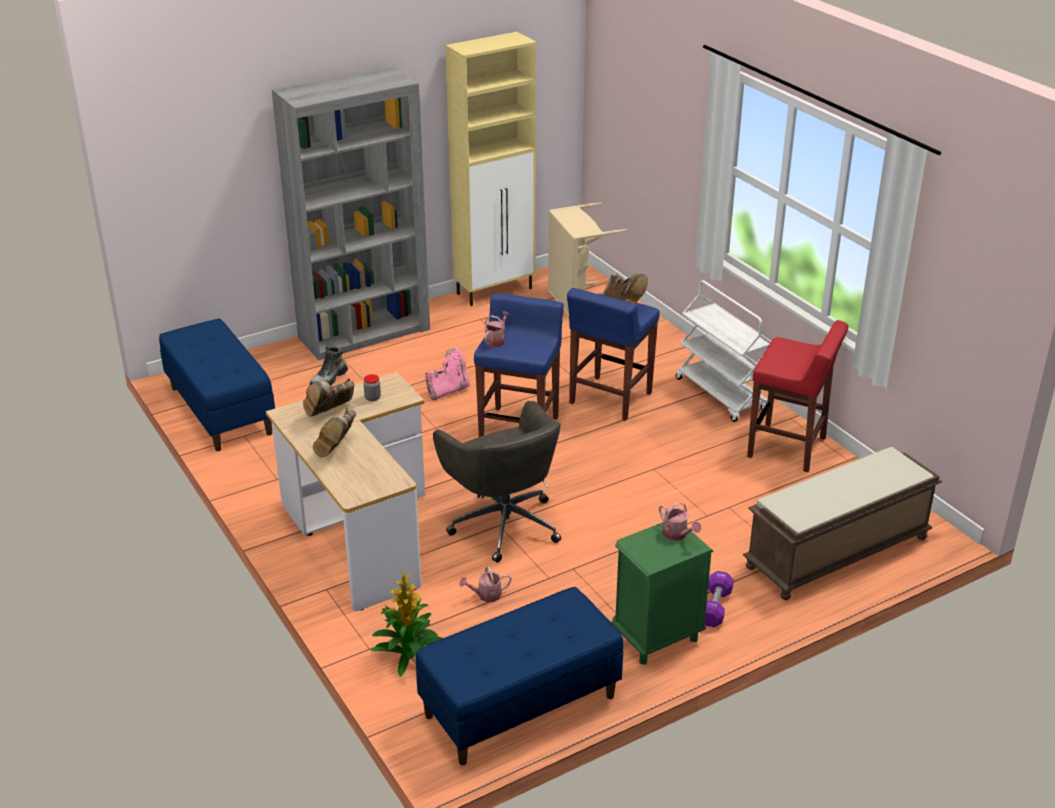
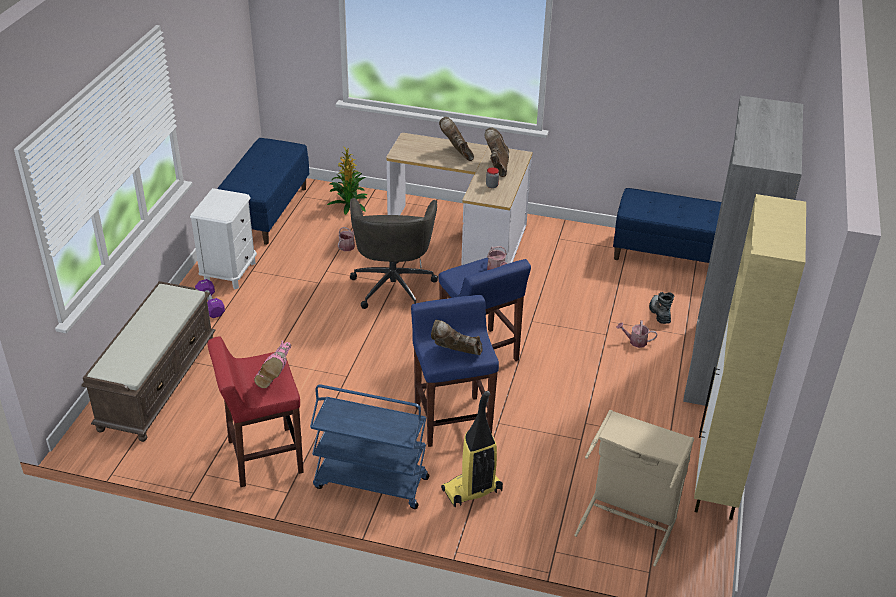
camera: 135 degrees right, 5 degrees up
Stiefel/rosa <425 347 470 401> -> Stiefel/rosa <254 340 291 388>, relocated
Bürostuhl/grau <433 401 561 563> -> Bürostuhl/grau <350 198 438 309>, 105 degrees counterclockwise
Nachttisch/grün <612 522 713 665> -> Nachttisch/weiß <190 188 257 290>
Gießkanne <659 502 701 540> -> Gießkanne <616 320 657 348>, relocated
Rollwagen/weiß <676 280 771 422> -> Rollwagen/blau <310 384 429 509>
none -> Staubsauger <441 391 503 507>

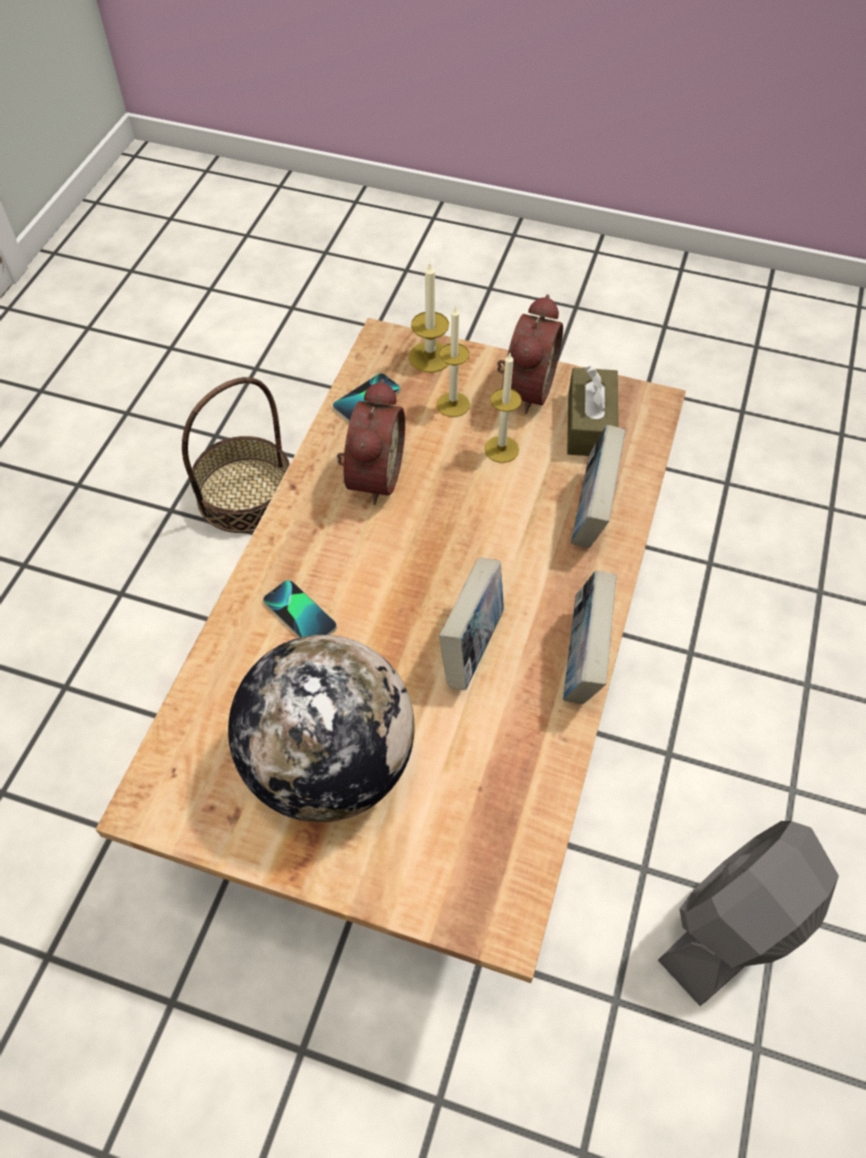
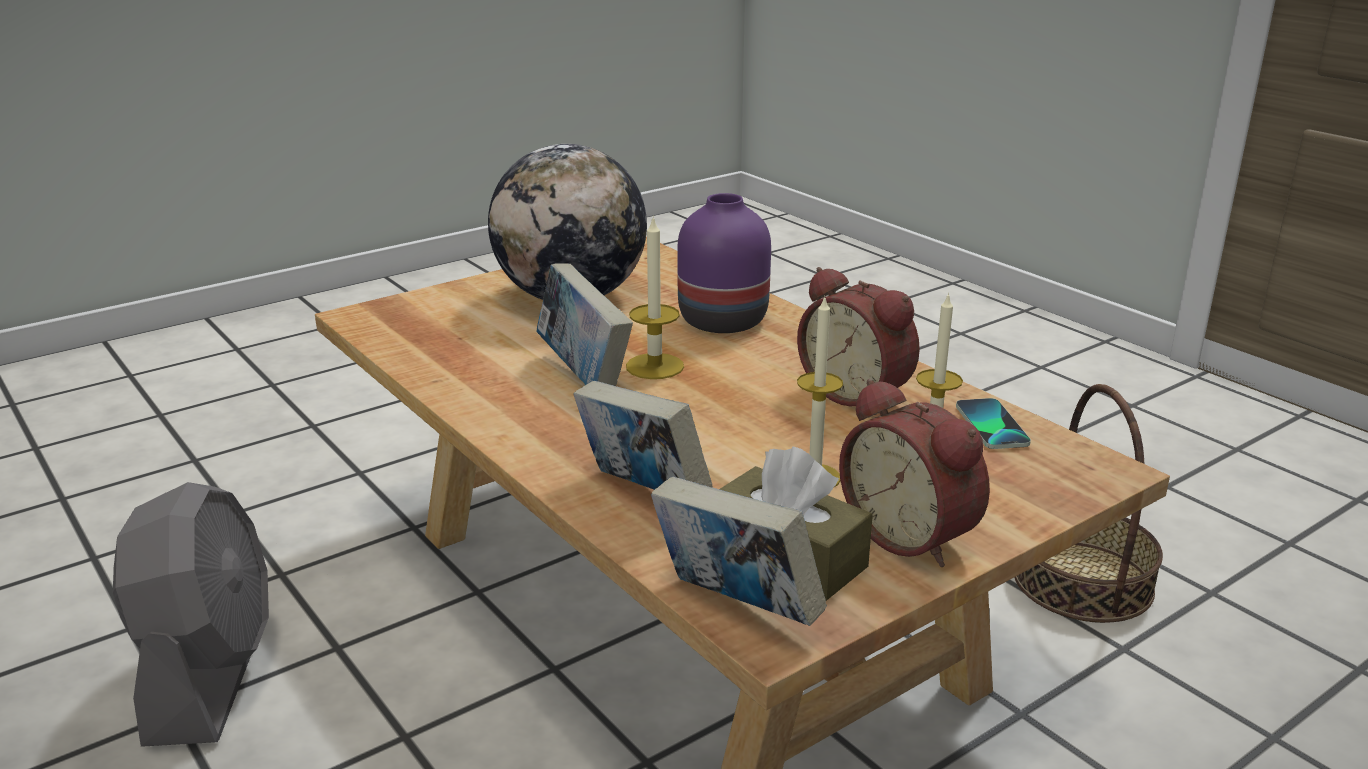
camera: 125 degrees right, 30 degrees down
Handy <263 580 337 638> -> Vase/lila <677 193 771 333>
Kerze <409 263 449 373> -> Kerze <626 215 684 379>, relocated
Buch <563 571 617 704> -> Buch <651 477 827 626>, relocated

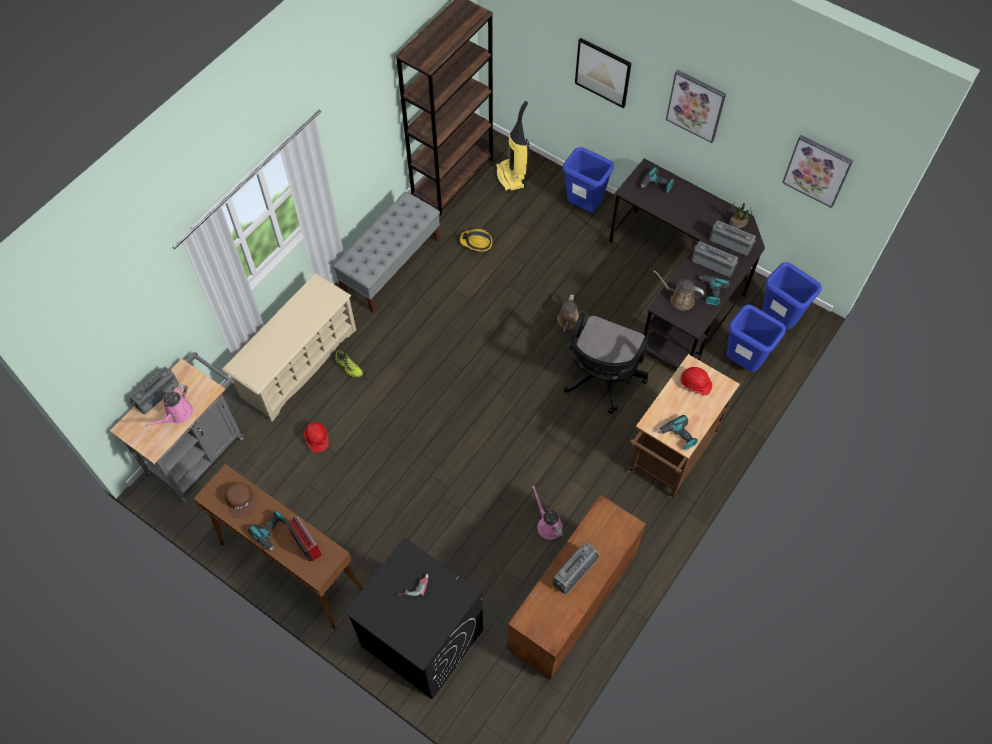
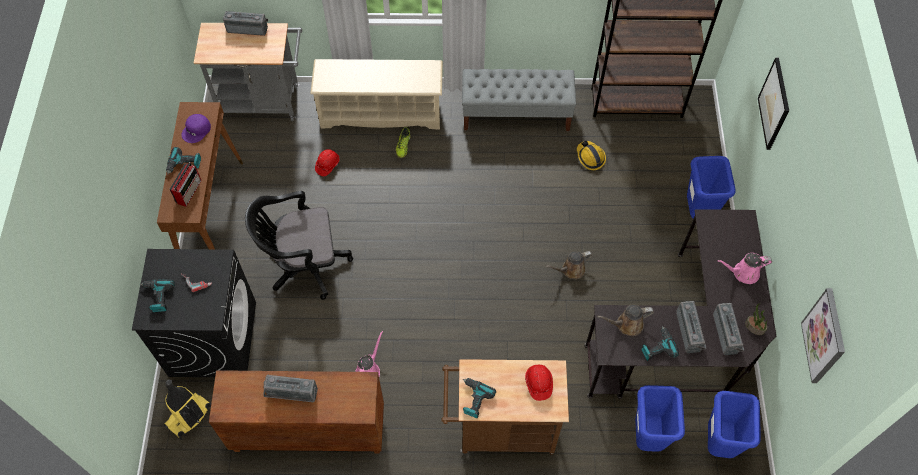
camera: 55 degrees right, 0 degrees up
Gießkanne/rosa <146 384 193 427> -> Gießkanne/rosa <718 253 772 284>, relocated
Kappe/braun <225 482 256 518> -> Kappe/lila <181 114 211 143>
Staubsauger <496 101 530 193> -> Staubsauger <164 380 211 440>, relocated
Bürostuhl/schwarz <564 313 649 414> -> Bürostuhl/schwarz <245 191 353 300>, relocated
Bohrmaschine <641 167 674 192> -> Bohrmaschine <140 279 175 312>, relocated
Gießkanne/braun <653 270 704 310> -> Gießkanne/braun <597 305 654 336>, 90 degrees counterclockwise
Bild <666 70 726 143> -> none

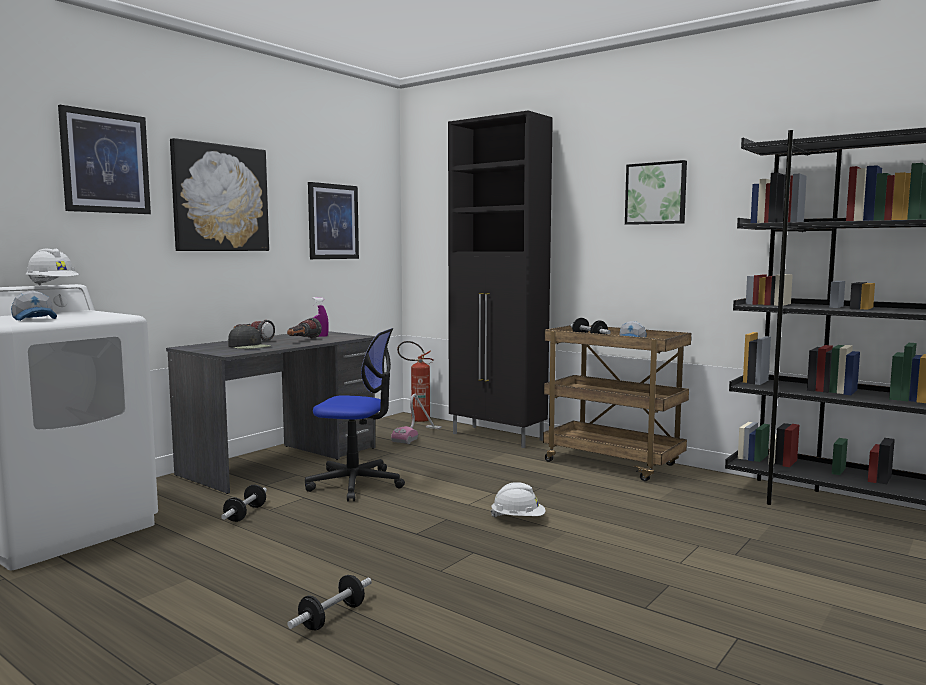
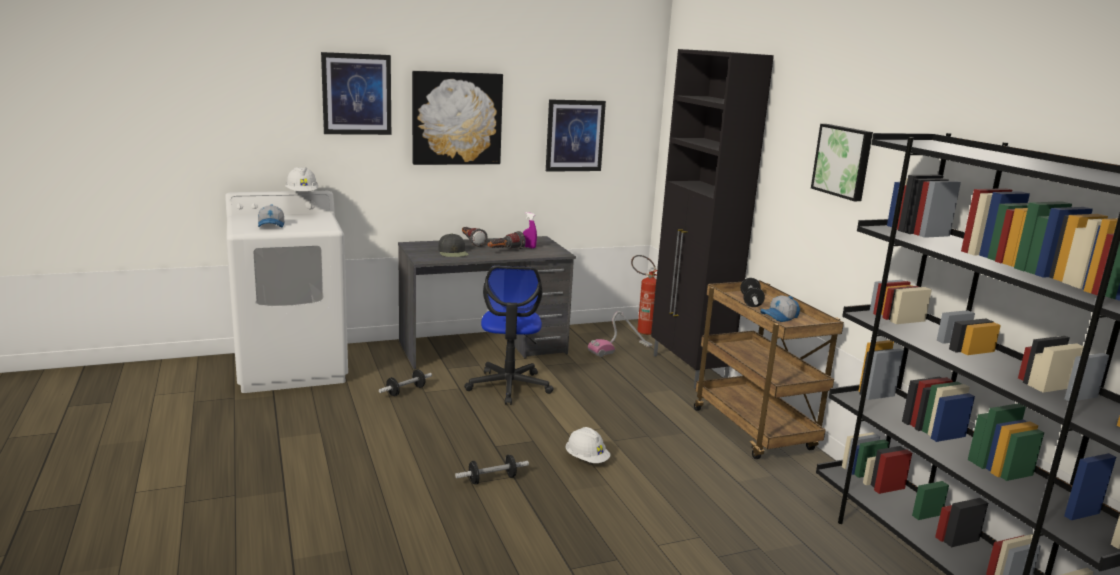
camera: 30 degrees right, 10 degrees up
Hantel <288 575 372 630> -> Hantel <455 455 529 485>, relocated
Bürostuhl <305 328 405 502> -> Bürostuhl <464 266 553 405>, 45 degrees clockwise

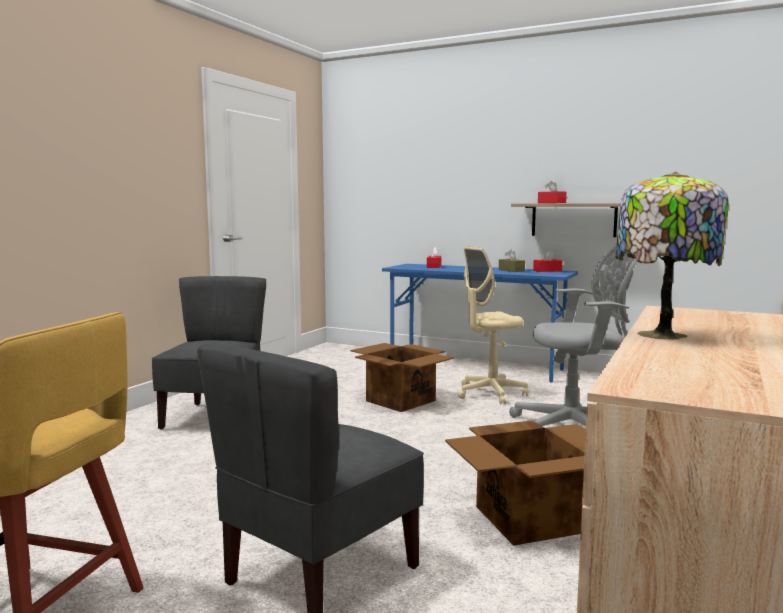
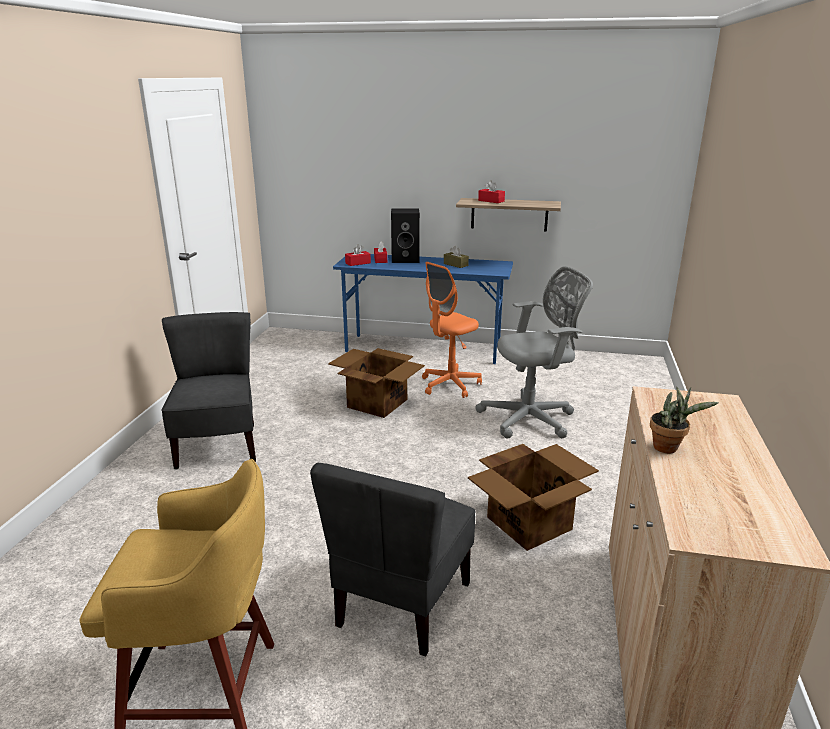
camera: 15 degrees left, 15 degrees up
Bürostuhl/beige <458 246 529 405> -> Bürostuhl/orange <422 262 482 398>
Taschentuchbox/rot <533 250 562 272> -> Taschentuchbox/rot <345 244 371 266>, relocated
Tischlampe <615 172 729 339> -> Topfpflanze <650 387 719 453>
none -> Lautsprecher/schwarz <391 208 420 263>

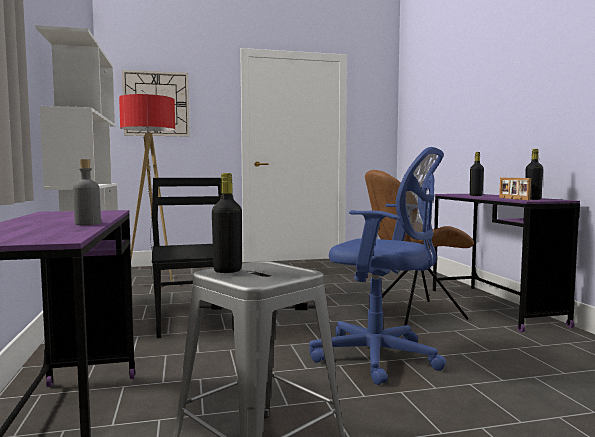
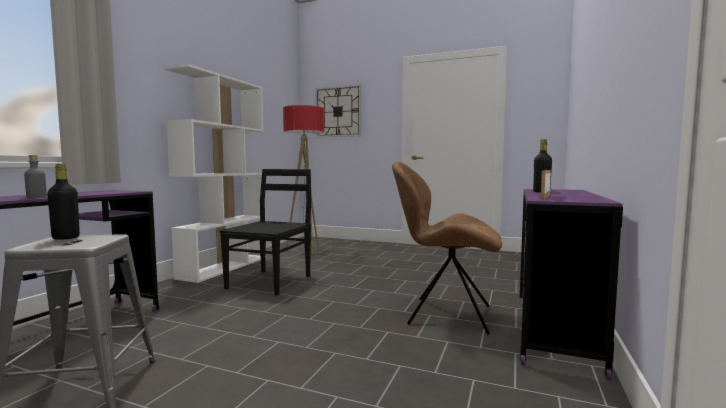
camera: 35 degrees right, 0 degrees up
Bürostuhl/blau <309 147 446 385> -> none
Flasche/schwarz <525 149 543 200> -> none

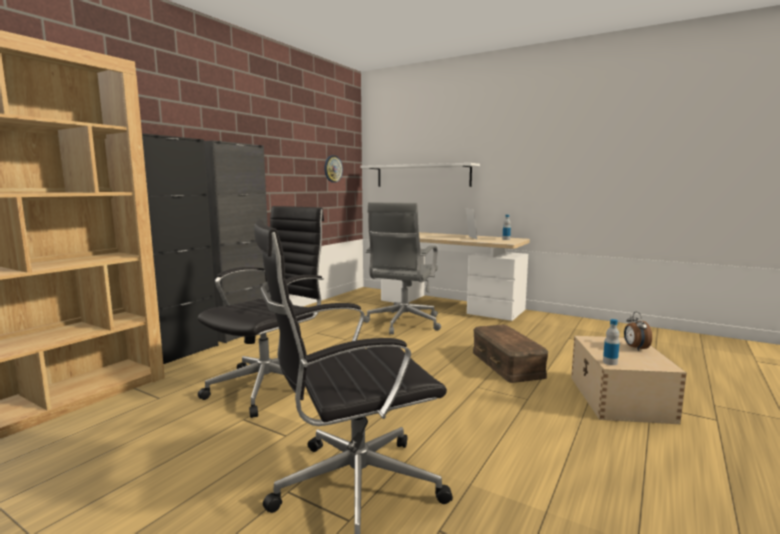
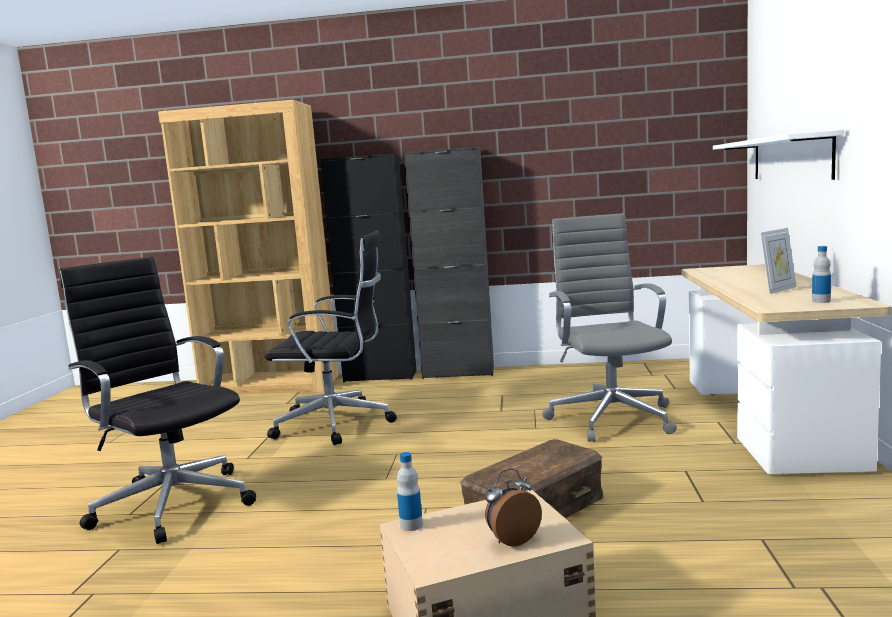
camera: 65 degrees right, 0 degrees up
Wanduhr <325 155 343 183> -> none
Bürostuhl/grau <364 202 441 335> -> Bürostuhl/grau <542 213 677 442>, 90 degrees clockwise

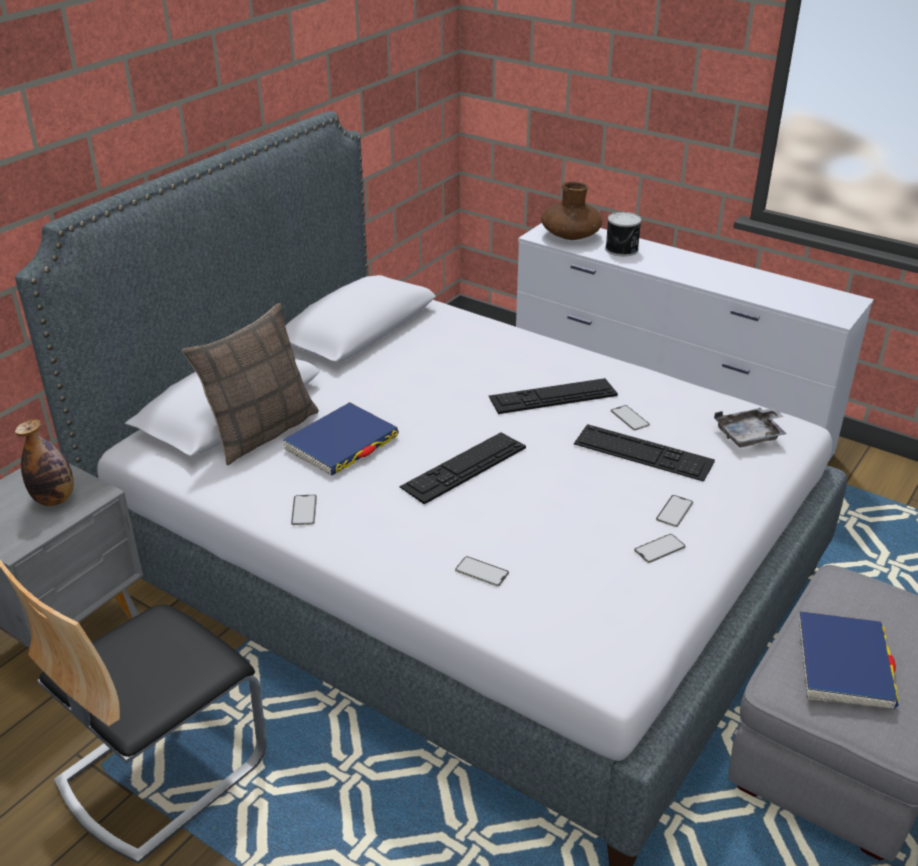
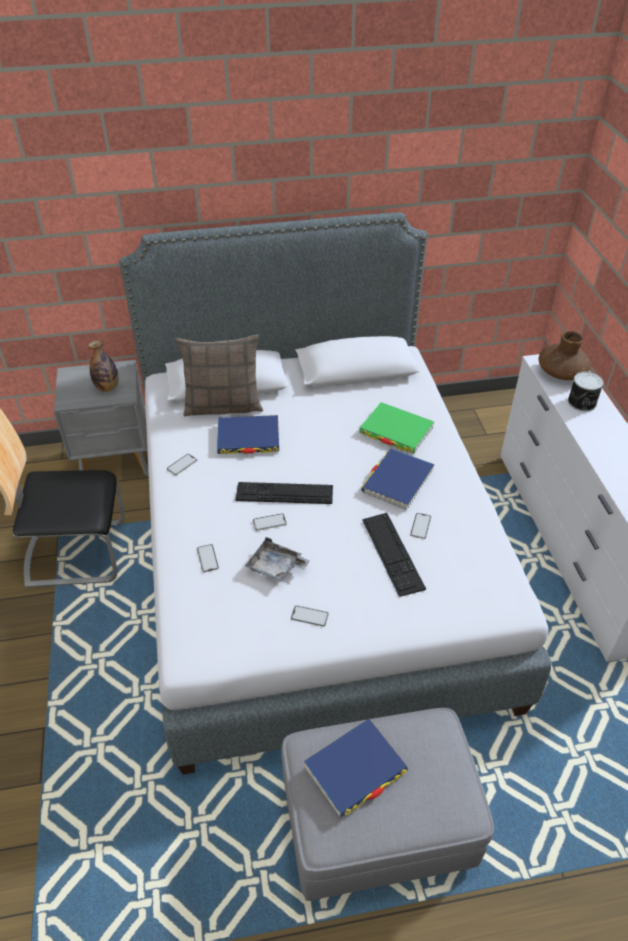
camera: 45 degrees right, 10 degrees up
Tastatur <489 378 618 414> -> Buch/blau <361 449 435 510>
Handy <656 495 693 527> -> Handy <253 513 287 531>, relocated
Tablett/grau <714 408 787 448> -> Tablett/grau <245 537 310 582>, relocated
none -> Buch/grün <359 402 434 453>

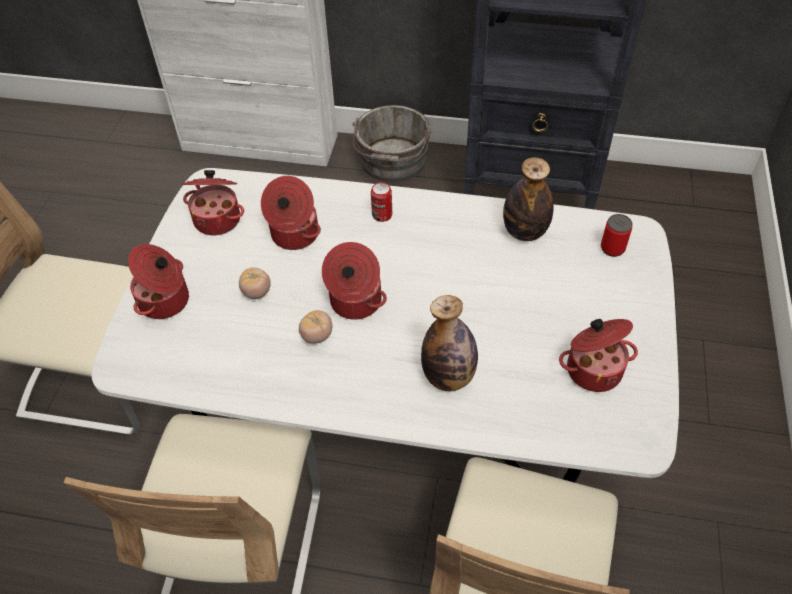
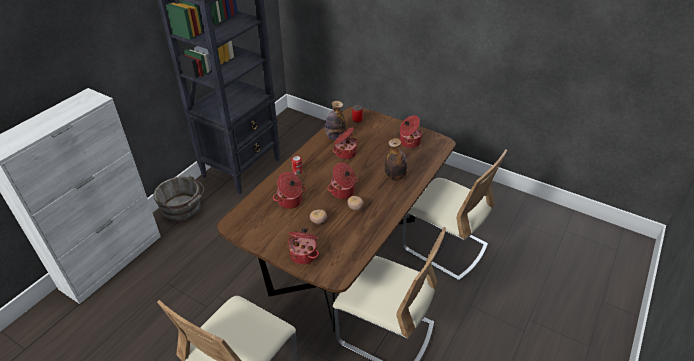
camera: 70 degrees left, 10 degrees down
Esstisch/weiß <92 168 679 483> -> Esstisch/braun <217 106 456 332>
Kochtopf <182 170 244 235> -> Kochtopf <333 127 358 160>, relocated

